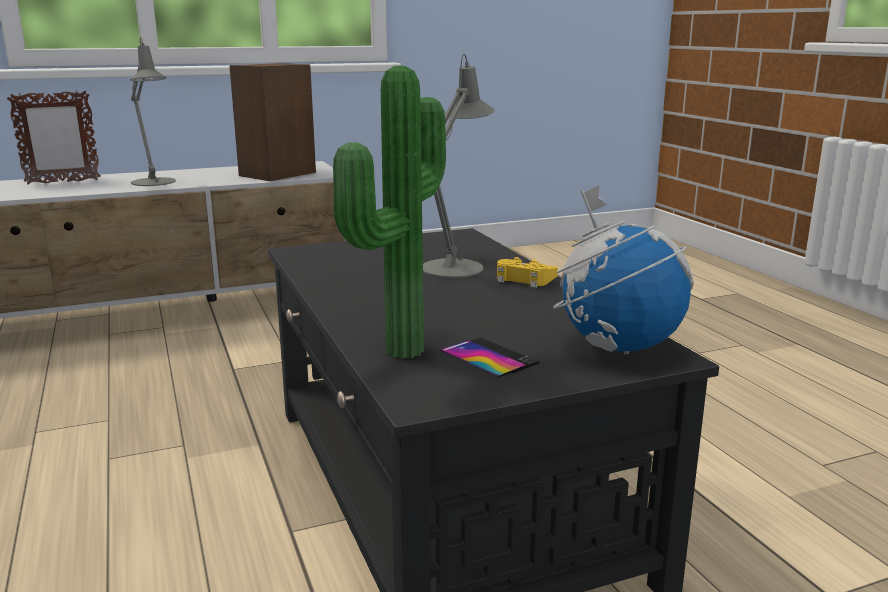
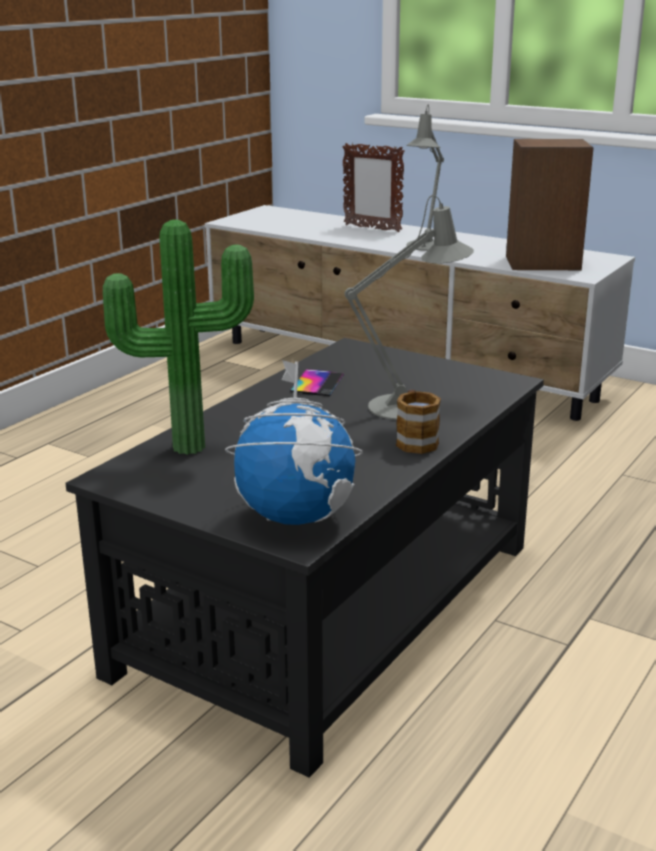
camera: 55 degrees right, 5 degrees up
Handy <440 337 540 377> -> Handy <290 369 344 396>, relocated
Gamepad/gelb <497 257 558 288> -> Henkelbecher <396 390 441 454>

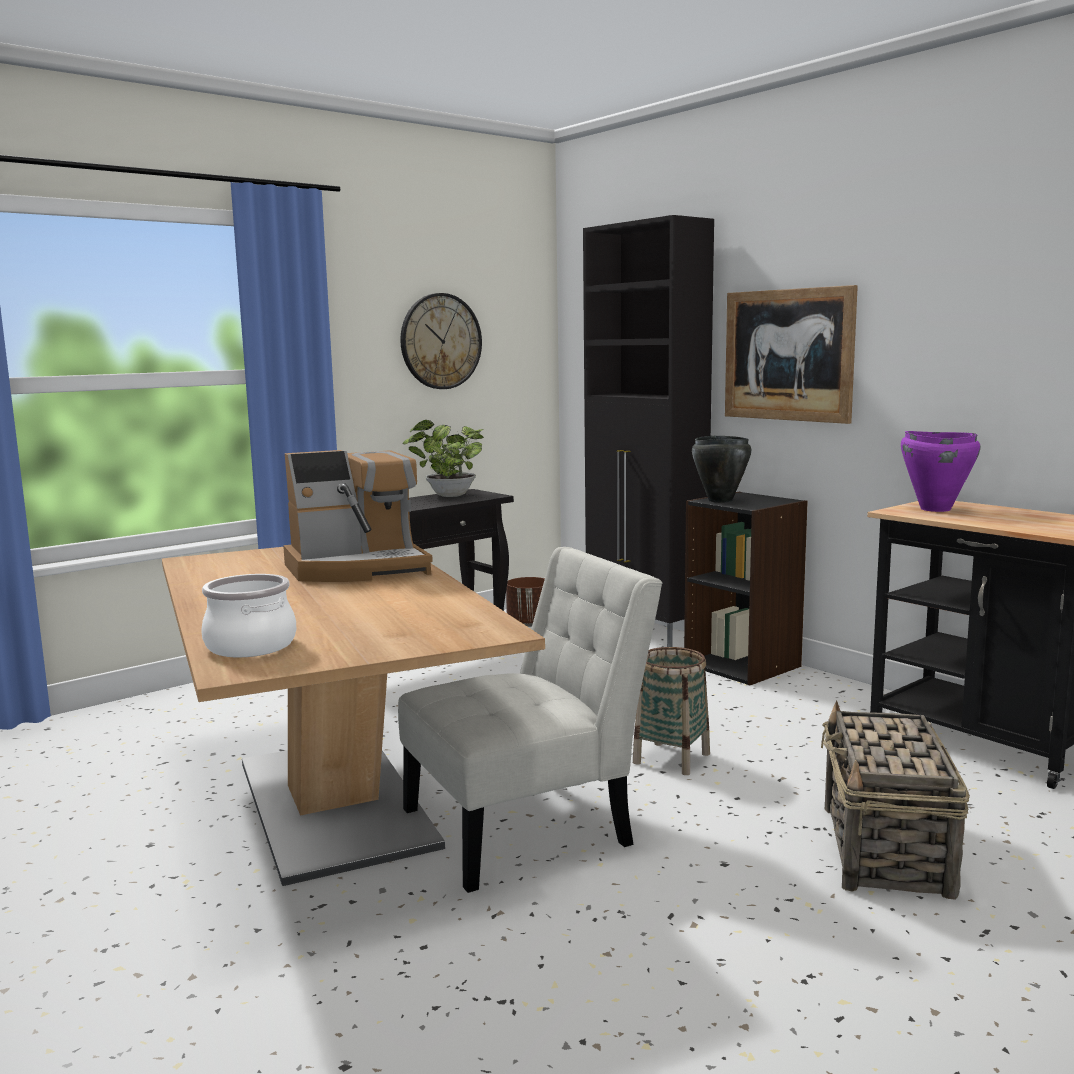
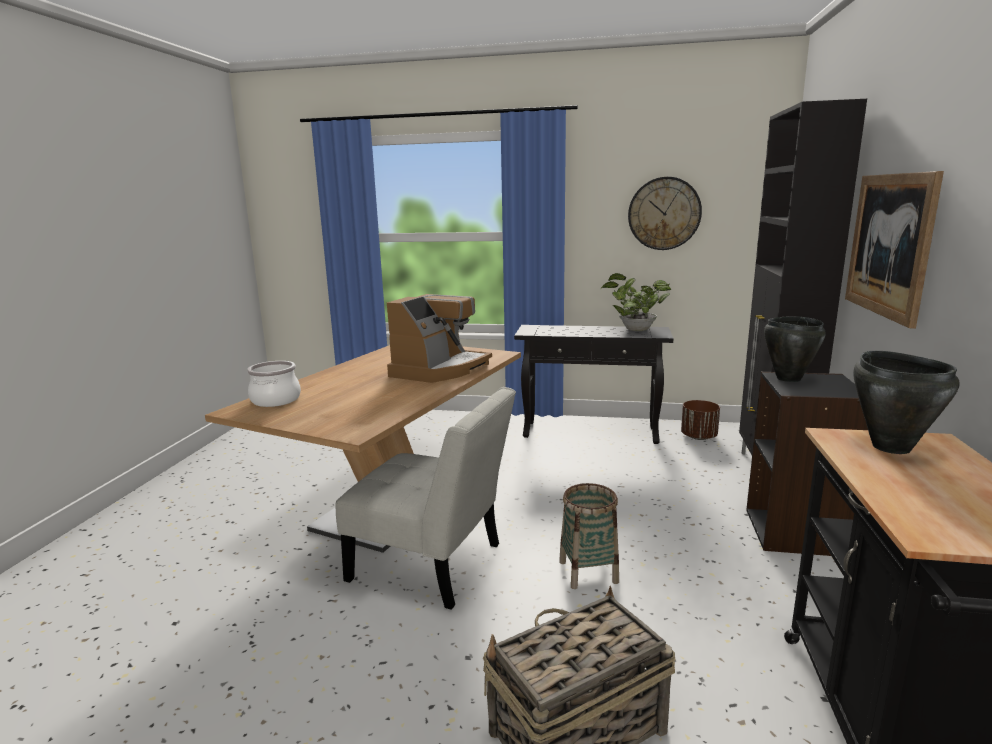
camera: 50 degrees right, 5 degrees up
Kaffeemaschine <283 450 433 582> -> Kaffeemaschine <387 294 492 383>, 90 degrees counterclockwise
Kochtopf/lila <901 431 981 512> -> Kochtopf/schwarz <853 351 960 454>

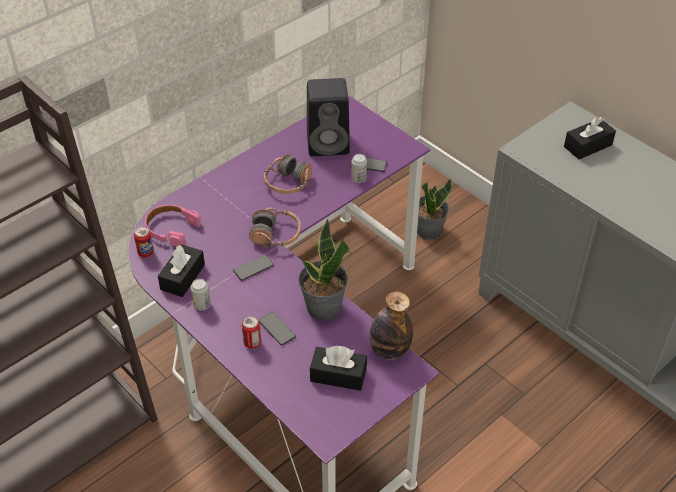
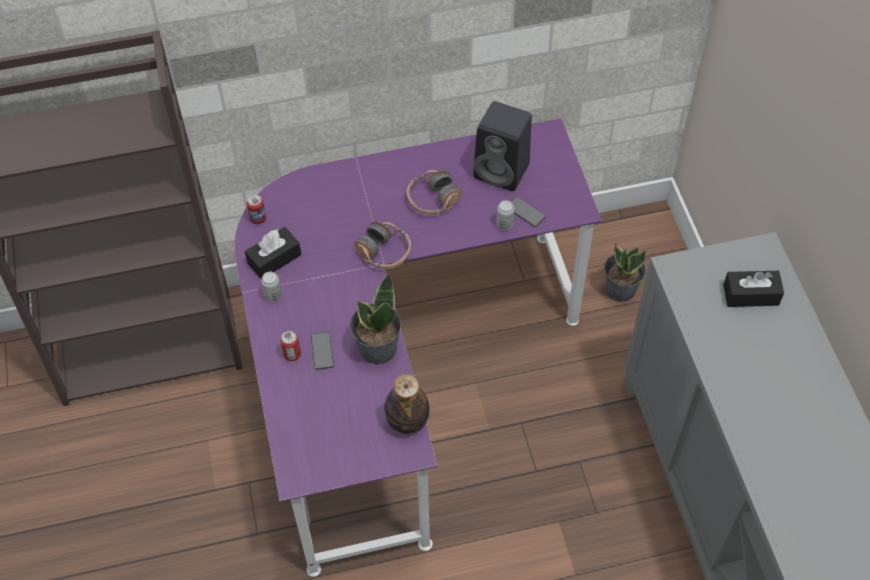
camera: 30 degrees right, 10 degrees up
Kopfhörer/rosa <145 205 201 246> -> none
Handy <233 255 274 281> -> none
Taschentuchbox/schwarz <310 346 367 391> -> none

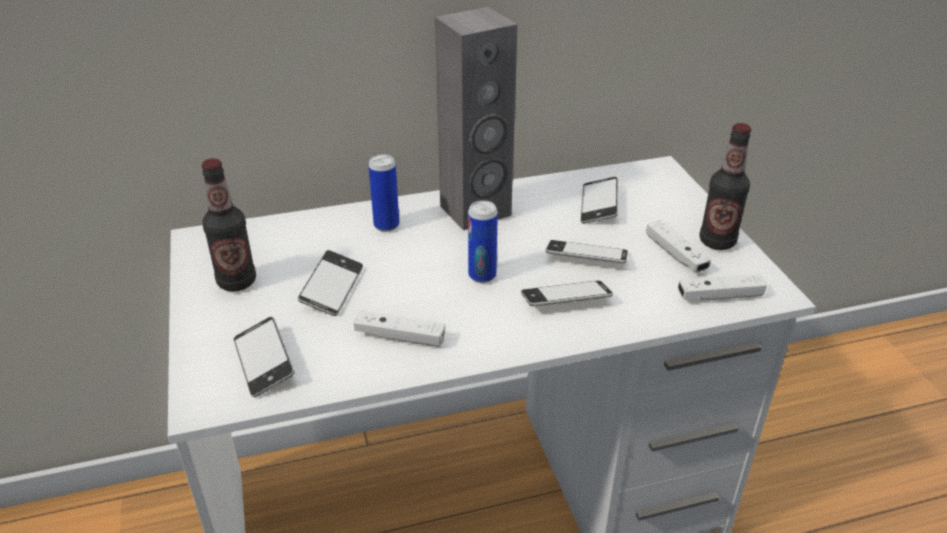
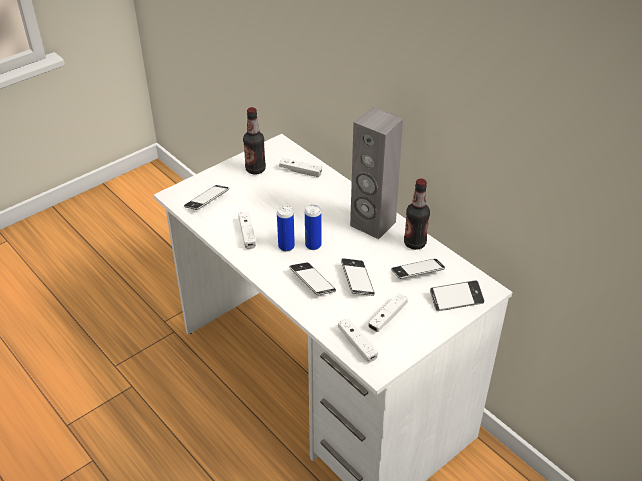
camera: 65 degrees right, 5 degrees up
Handy <298 250 363 316> -> Handy <430 280 484 311>, relocated
Dose <368 154 399 232> -> Dose <277 206 295 252>, relocated
Flasche <699 123 751 250> -> Flasche <404 178 430 250>, relocated
none -> Gamepad/weiß <279 158 322 177>

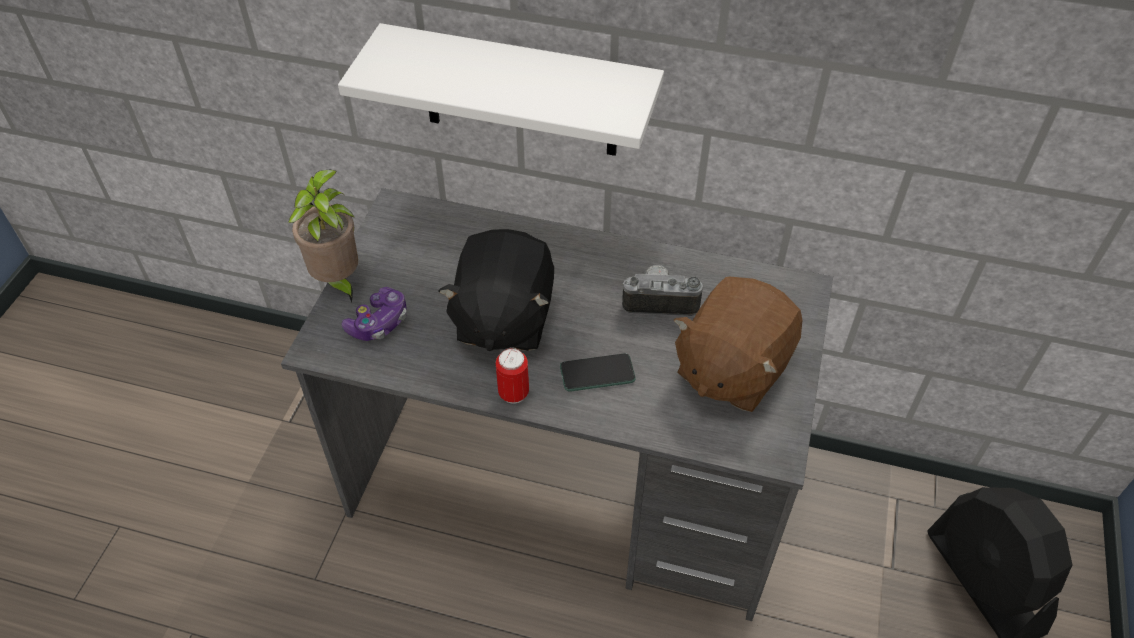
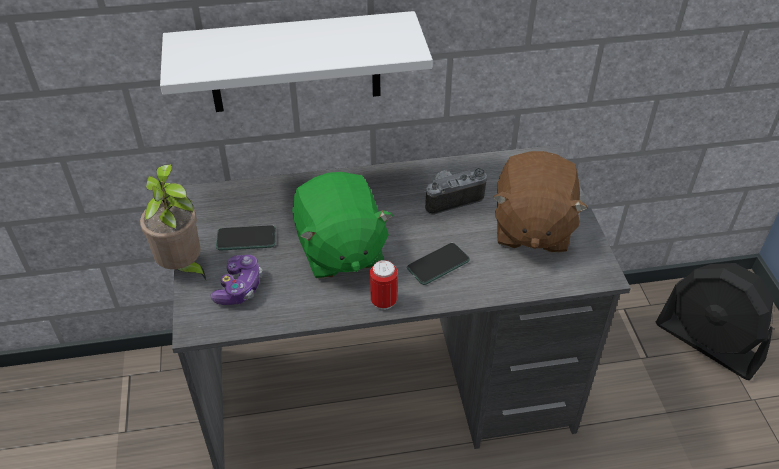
camera: 25 degrees left, 5 degrees down
Plüschtier/schwarz <439 229 554 351> -> Plüschtier/grün <292 172 393 279>
none -> Handy <216 225 276 251>

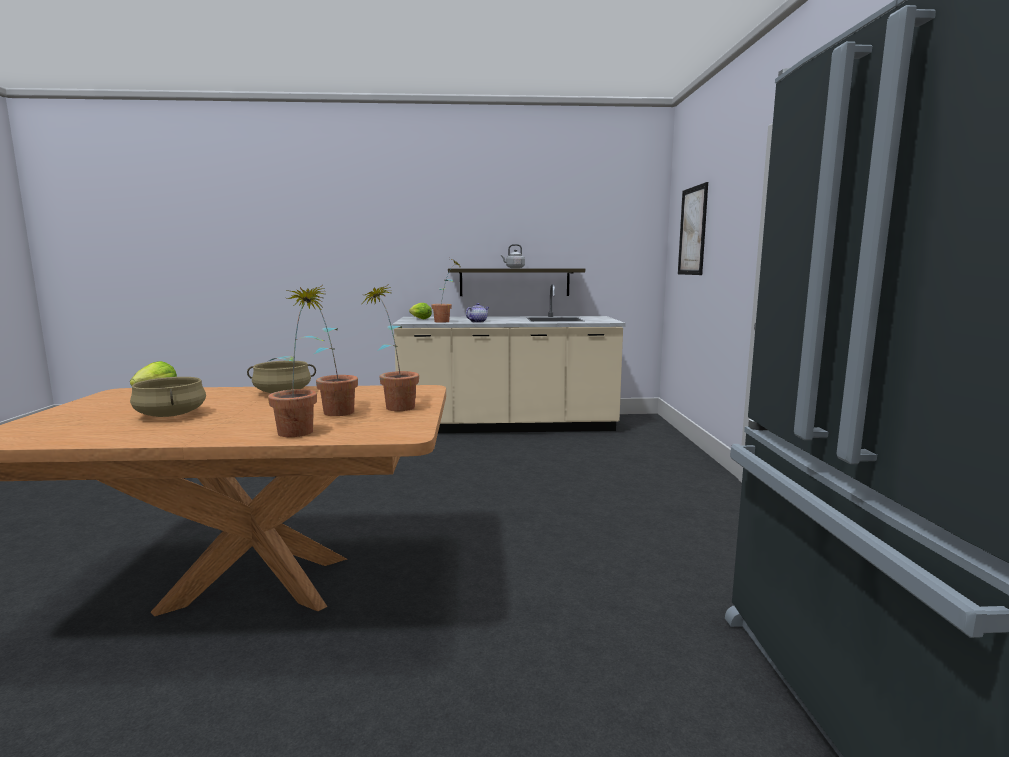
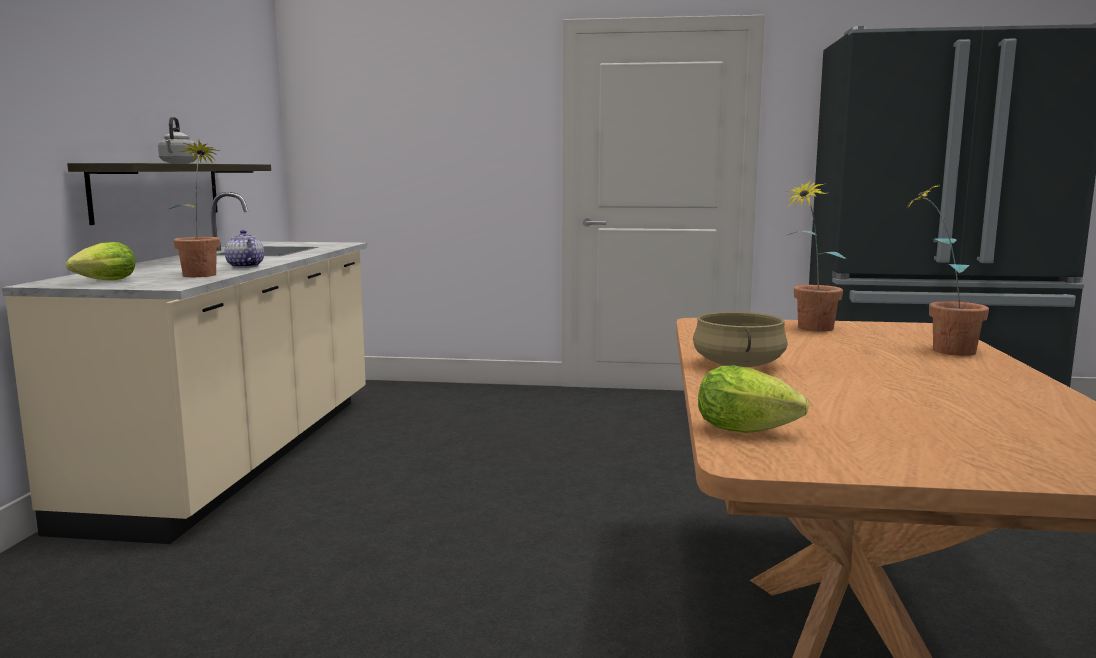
camera: 80 degrees left, 0 degrees up
Kochtopf/beige <130 377 206 417> -> none
Topfpflanze <295 287 358 416> -> none
Bild <678 182 708 275> -> none

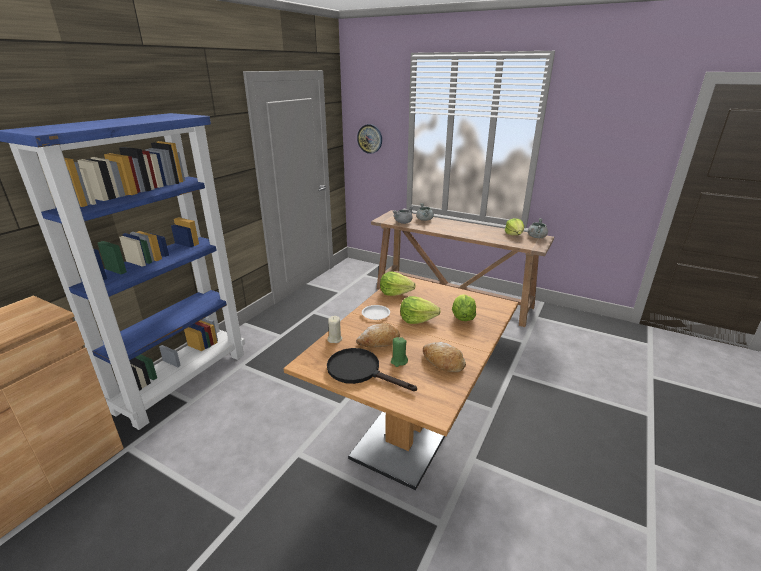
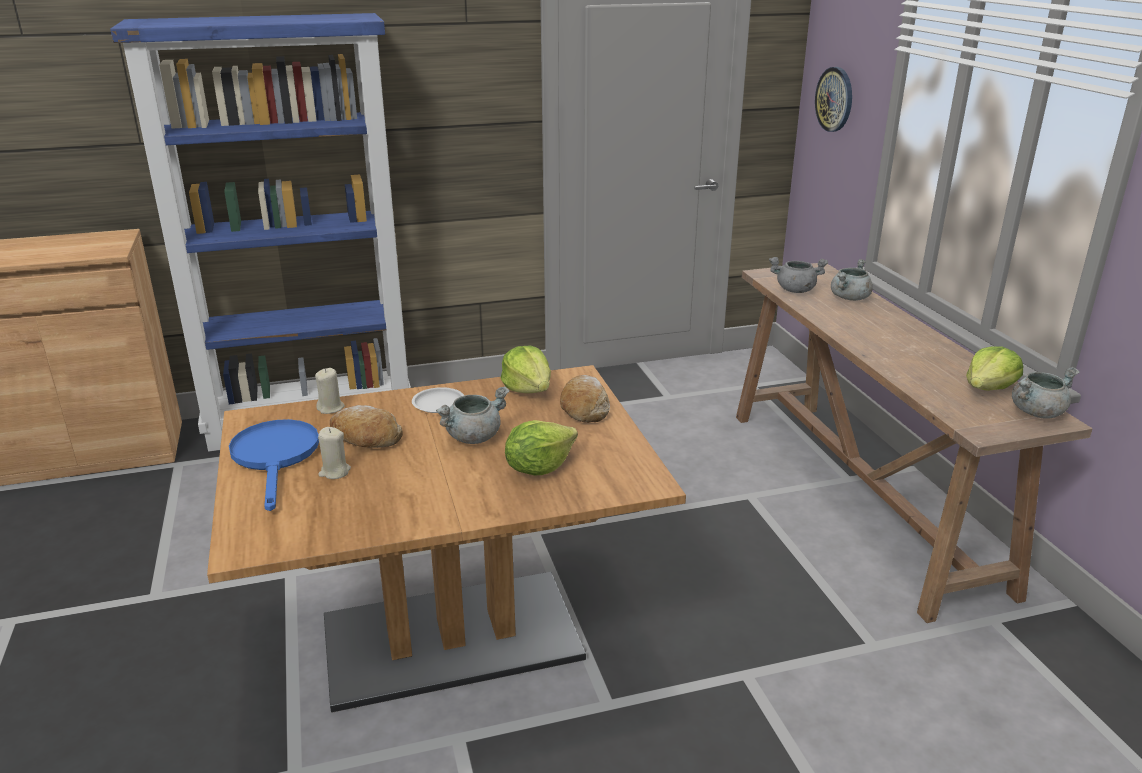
camera: 45 degrees right, 0 degrees up
Pfanne/schwarz <327 348 417 391> -> Pfanne/blau <229 419 319 511>
Kerze/grün <391 337 408 367> -> Kerze/beige <318 427 351 479>
Salatkopf <400 296 441 324> -> Kochtopf/grau <436 386 509 444>
Brot <423 342 466 372> -> Brot <560 375 610 423>, relocated

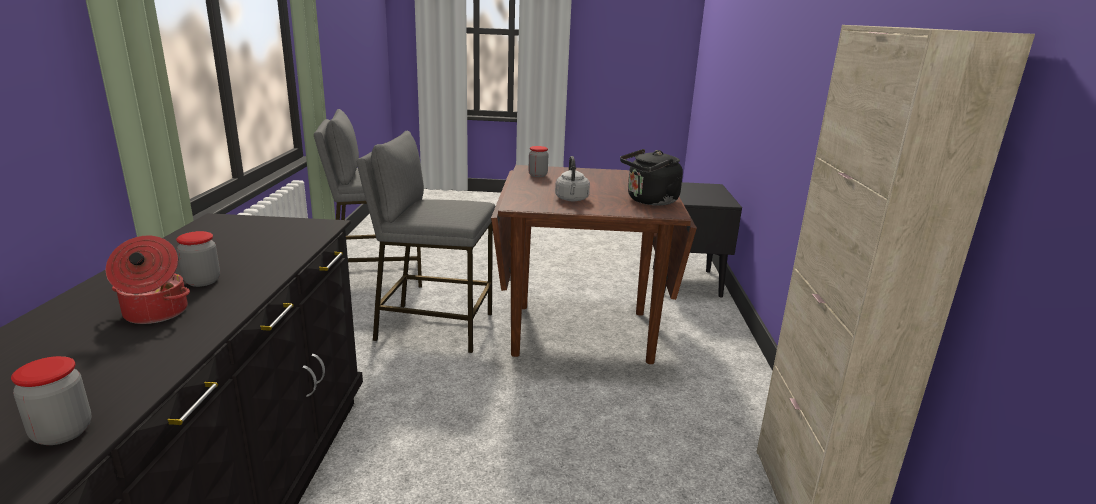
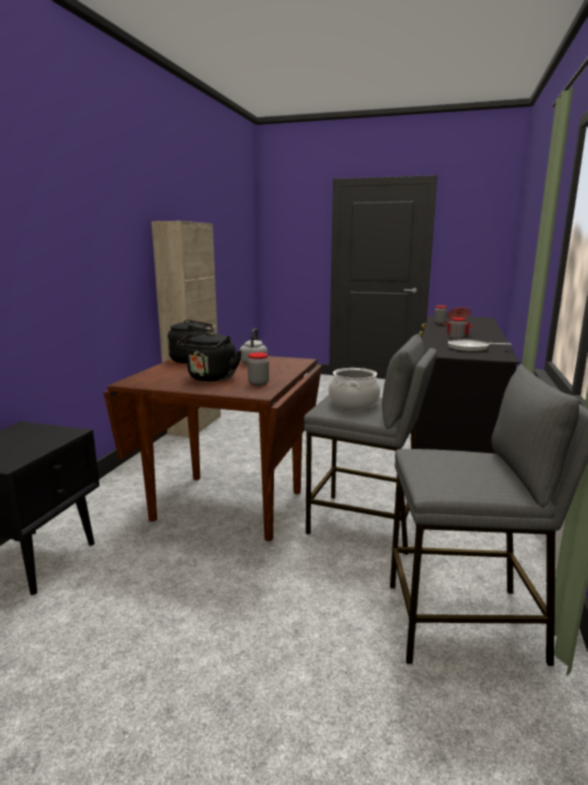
camera: 165 degrees left, 5 degrees down
none -> Wasserkessel/schwarz <177 331 242 381>
none -> Kochtopf <328 368 380 409>
none -> Pfanne <448 340 511 352>

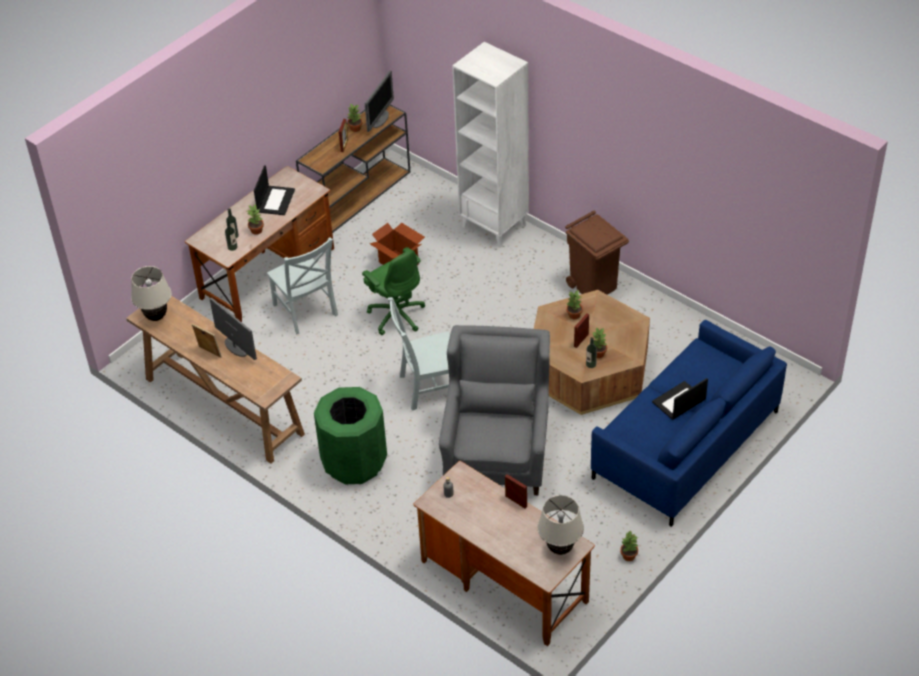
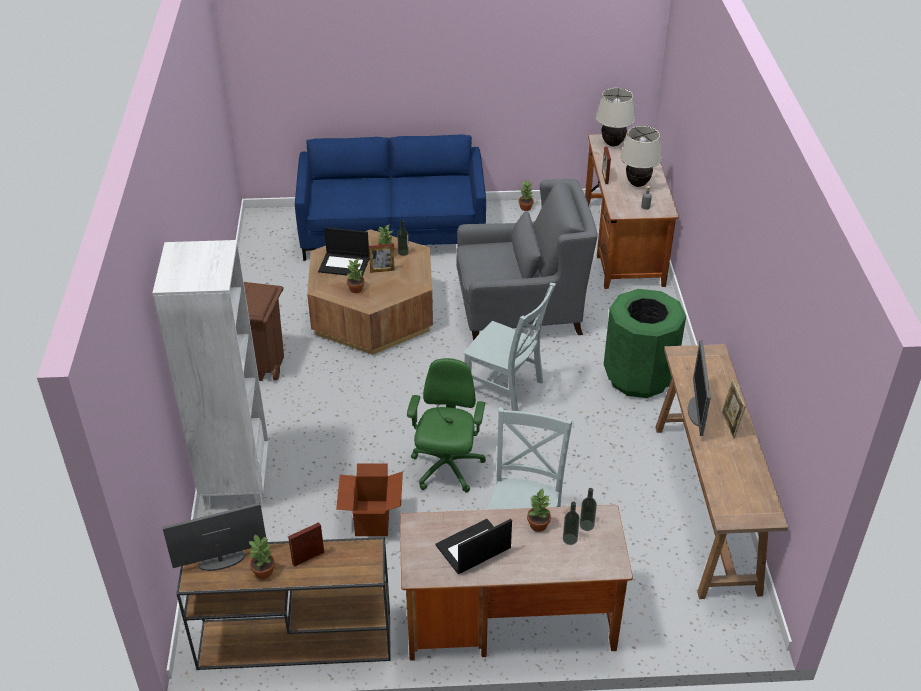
camera: 135 degrees left, 5 degrees down
Tischlampe/beige <131 266 172 321> -> Tischlampe/beige <620 126 662 187>, relocated
Sessel/grau <439 325 550 495> -> Sessel/grau <456 179 598 341>, 150 degrees counterclockwise
Laptop <652 378 708 420> -> Laptop <318 227 370 277>, relocated

